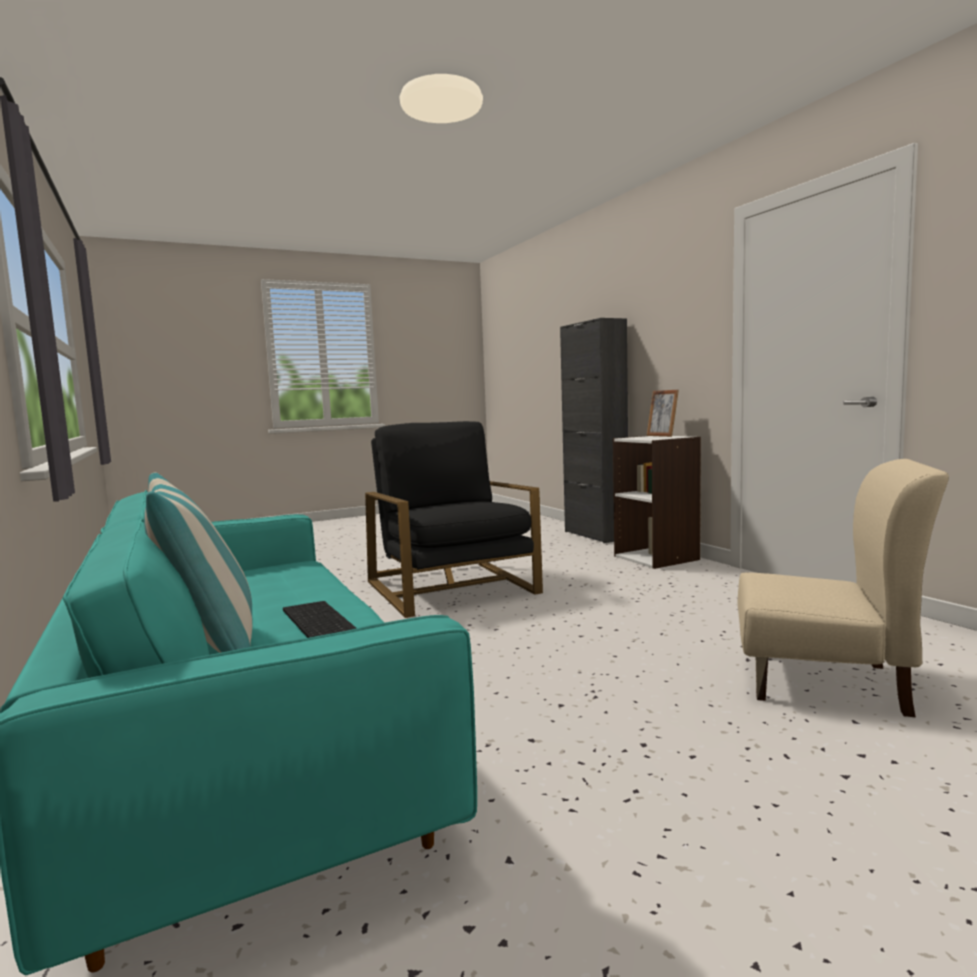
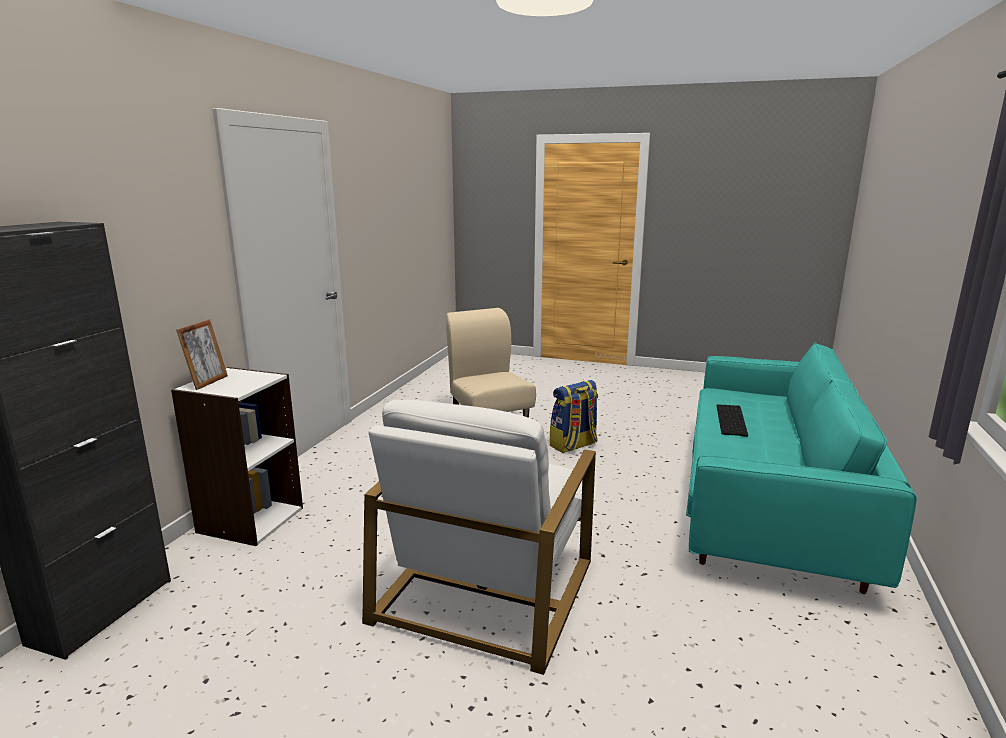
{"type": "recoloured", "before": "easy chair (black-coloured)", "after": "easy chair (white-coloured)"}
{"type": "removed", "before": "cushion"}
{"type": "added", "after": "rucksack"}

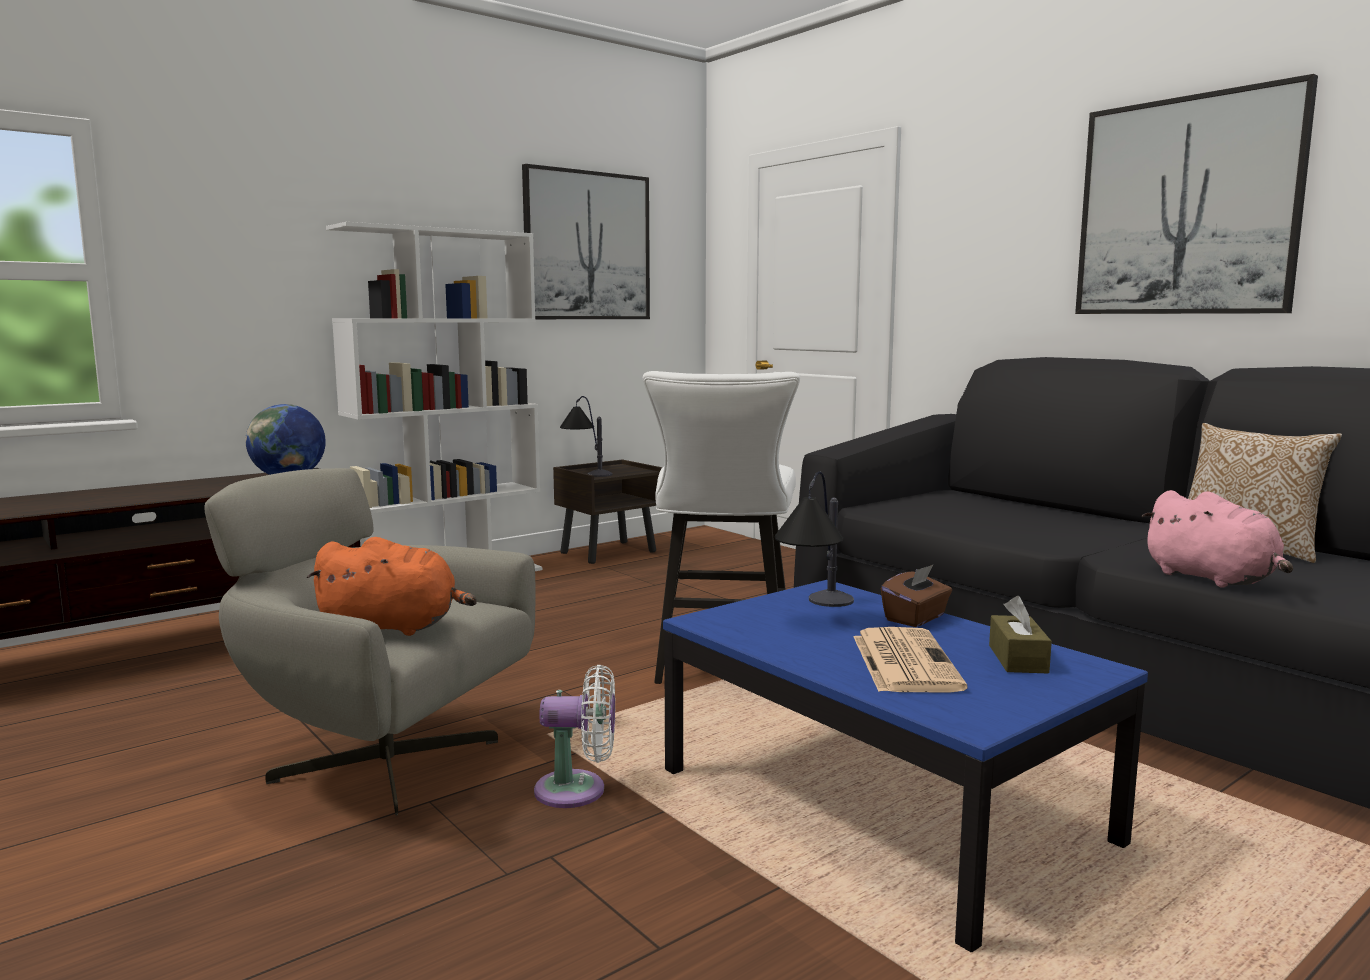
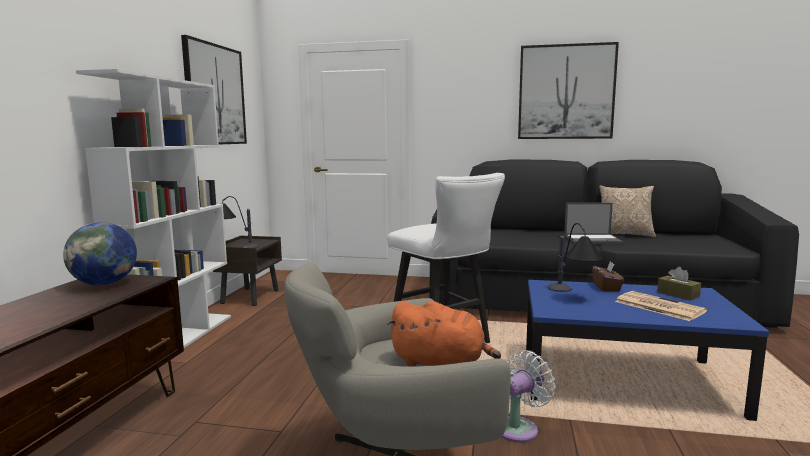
{"type": "removed", "before": "plush toy (pinkish)"}
{"type": "turned", "before": "plush toy (orange)", "turn": 60}
{"type": "added", "after": "notebook computer"}

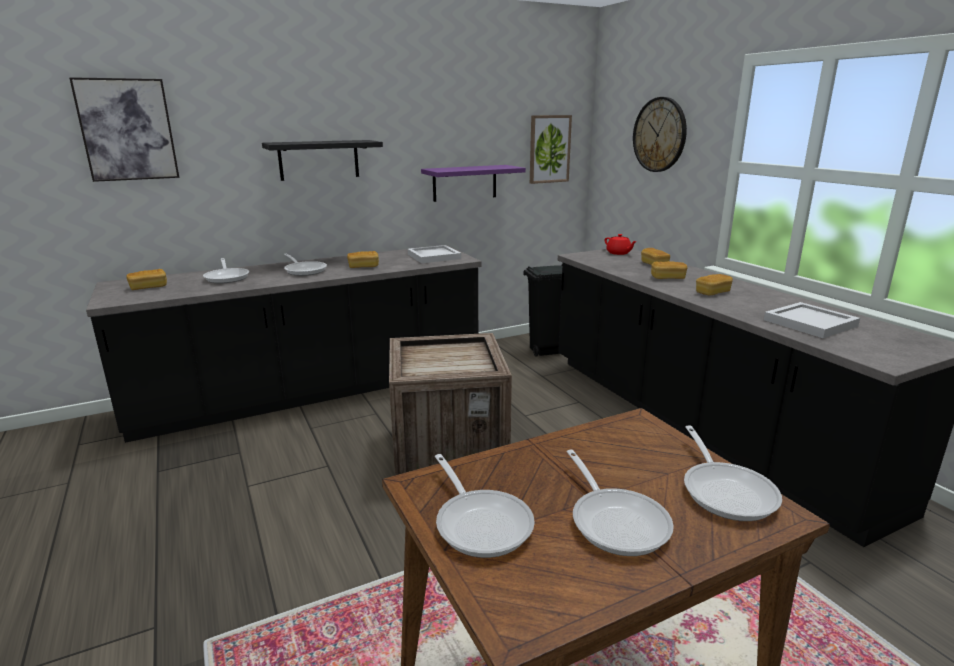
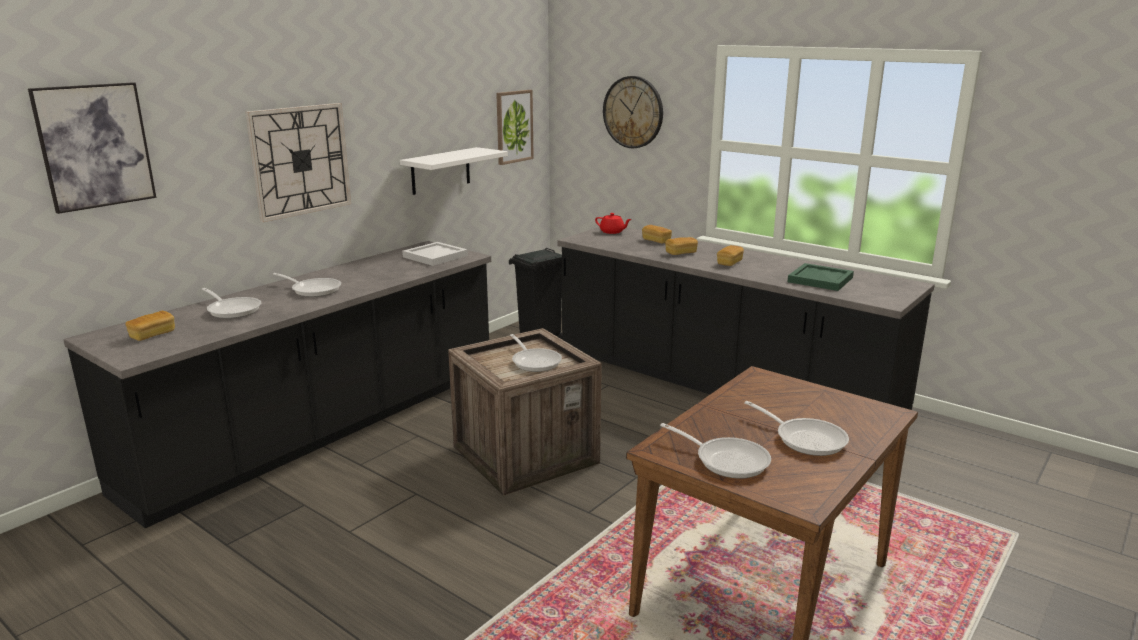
{"type": "replaced", "before": "shelf (black-coloured)", "after": "wall clock (1st from left)"}
{"type": "recoloured", "before": "shelf (purple)", "after": "shelf (white-coloured)"}
{"type": "removed", "before": "bread (2nd from left)"}
{"type": "recoloured", "before": "tray (white-coloured) (2nd from left)", "after": "tray (green-coloured)"}
{"type": "moved", "before": "skillet (5th from left in the first image)", "after": "skillet (3rd from left)"}

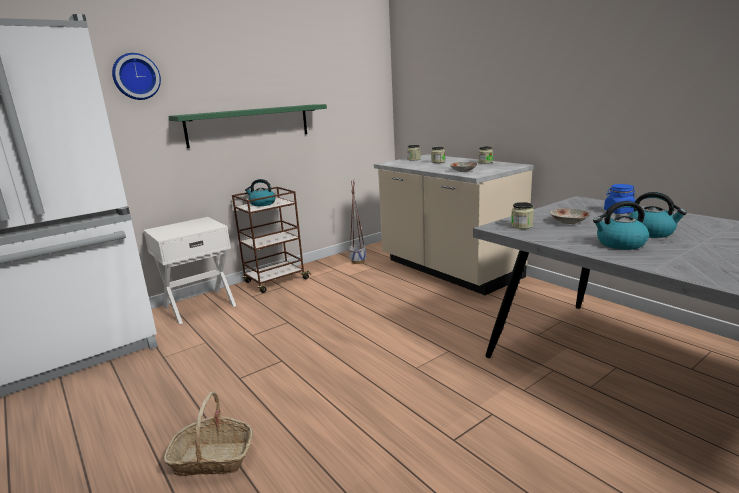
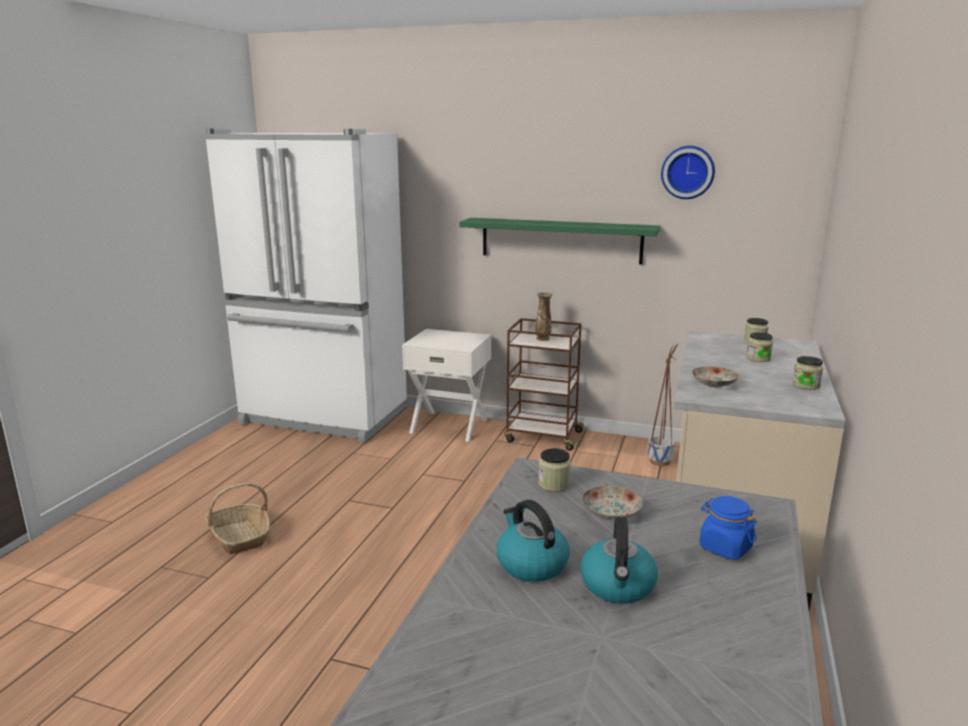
{"type": "moved", "before": "wall clock"}
{"type": "replaced", "before": "kettle (1st from left)", "after": "decorative vase"}

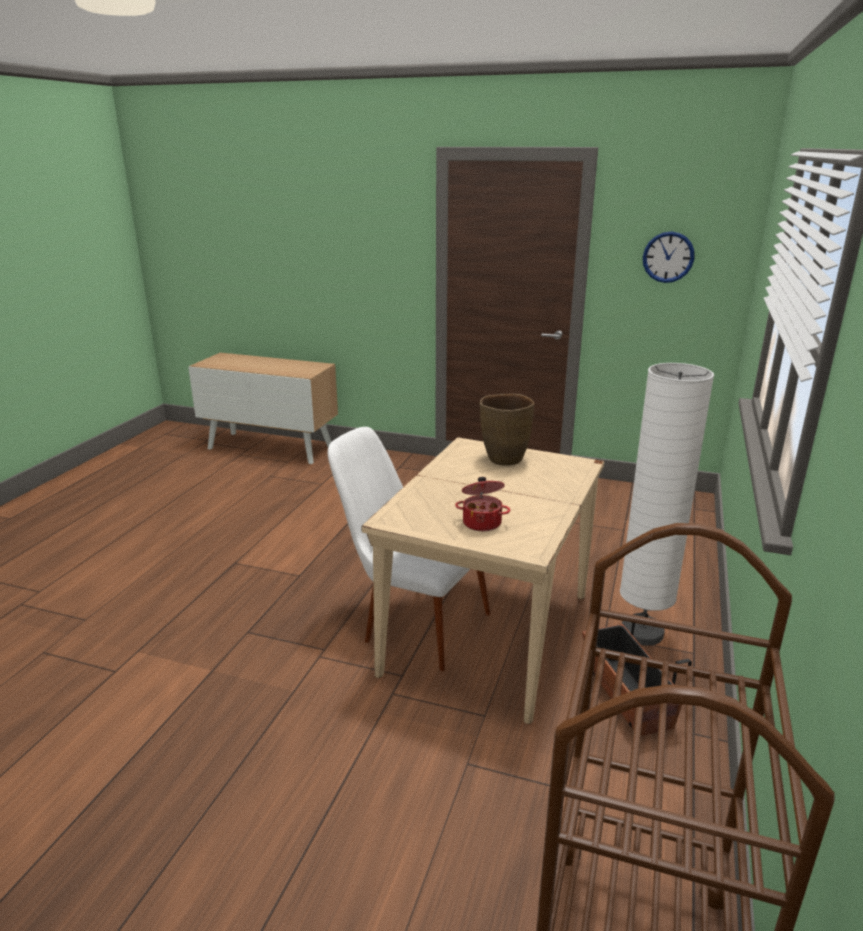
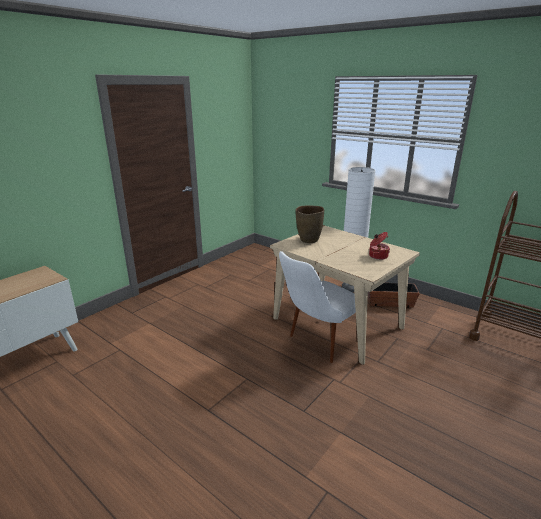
{"type": "removed", "before": "wall clock"}

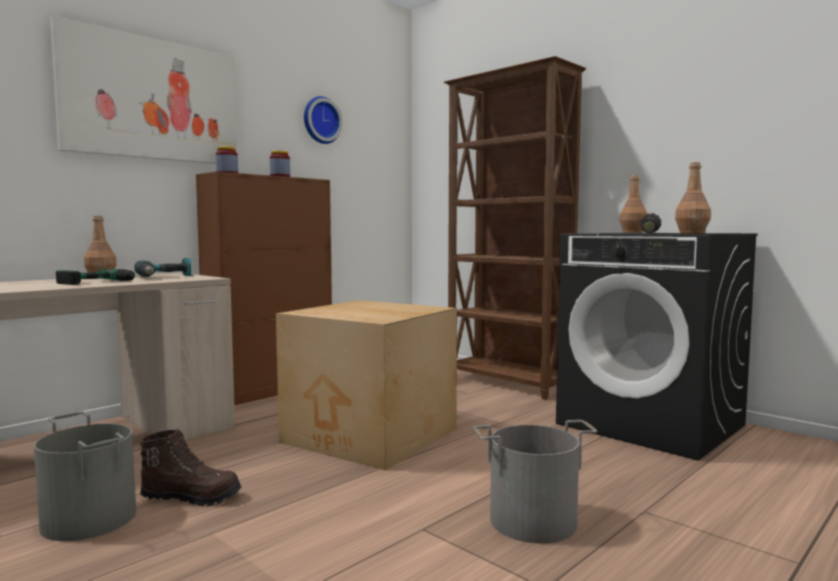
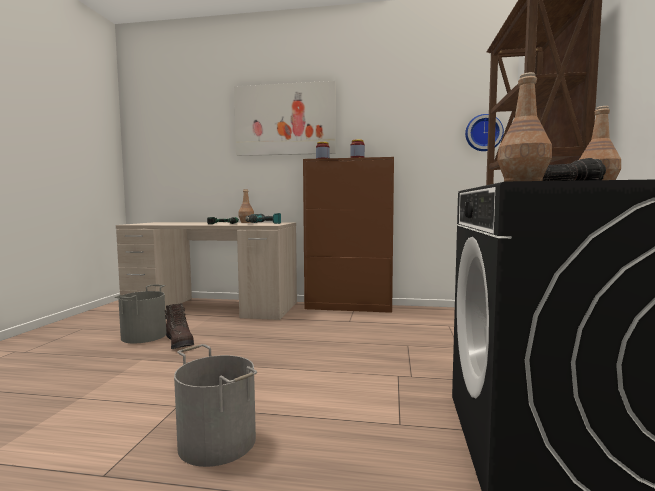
{"type": "moved", "before": "wall clock"}
{"type": "removed", "before": "carton"}

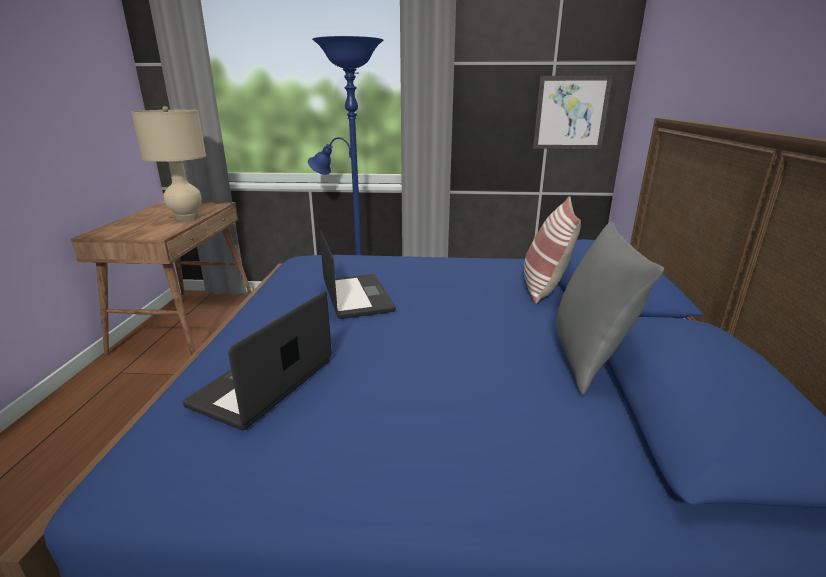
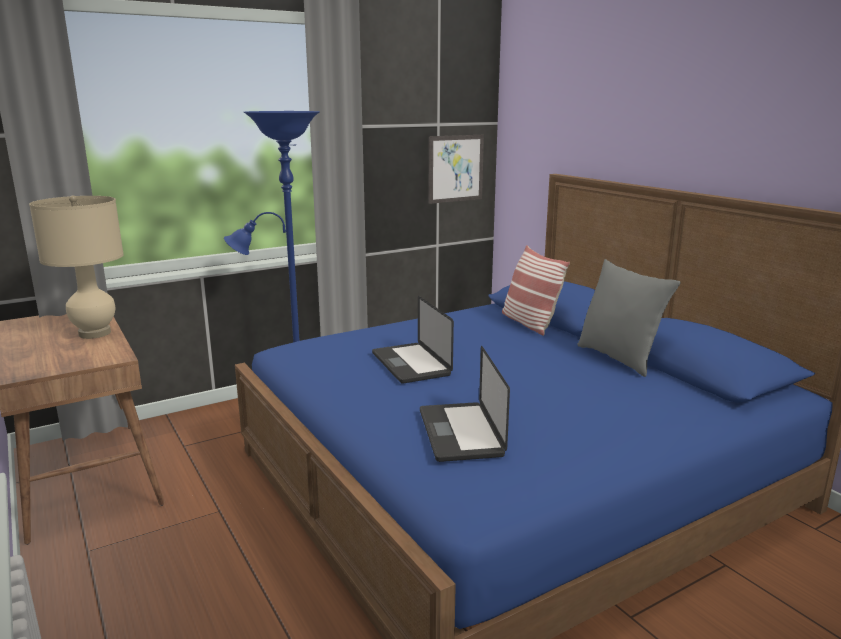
{"type": "turned", "before": "notebook computer (2nd from left in the first image)", "turn": -150}

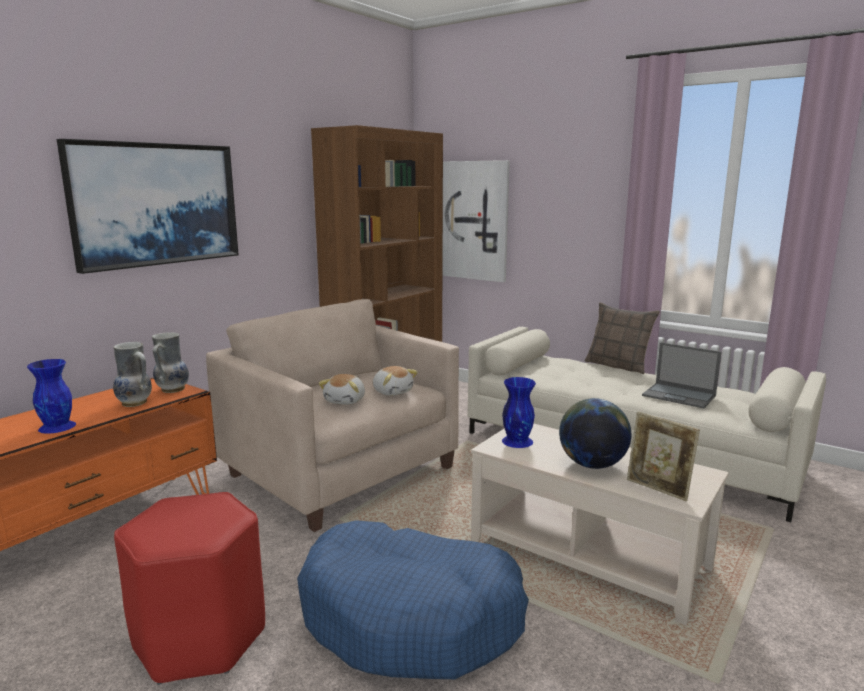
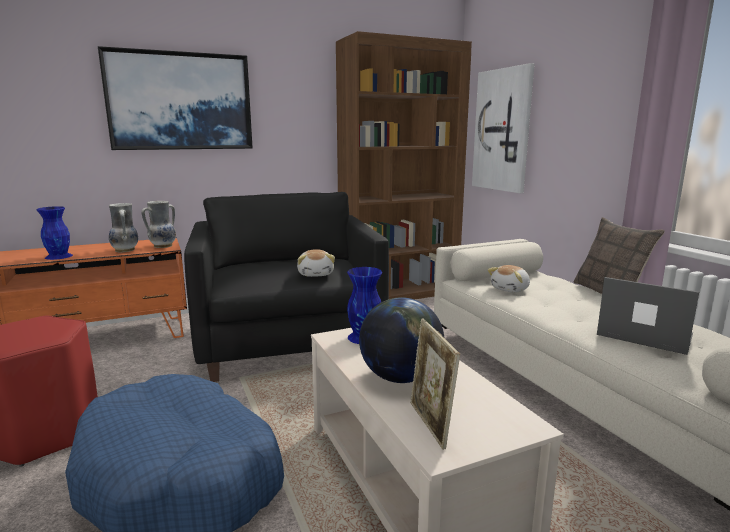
{"type": "recoloured", "before": "easy chair (sand-coloured)", "after": "easy chair (black-coloured)"}
{"type": "turned", "before": "notebook computer", "turn": 150}
{"type": "moved", "before": "plush toy (1st from left in the first image)", "after": "plush toy (2nd from left)"}

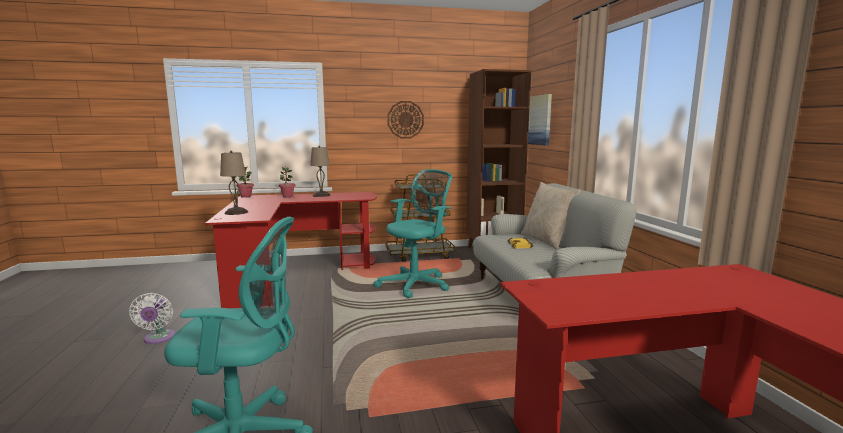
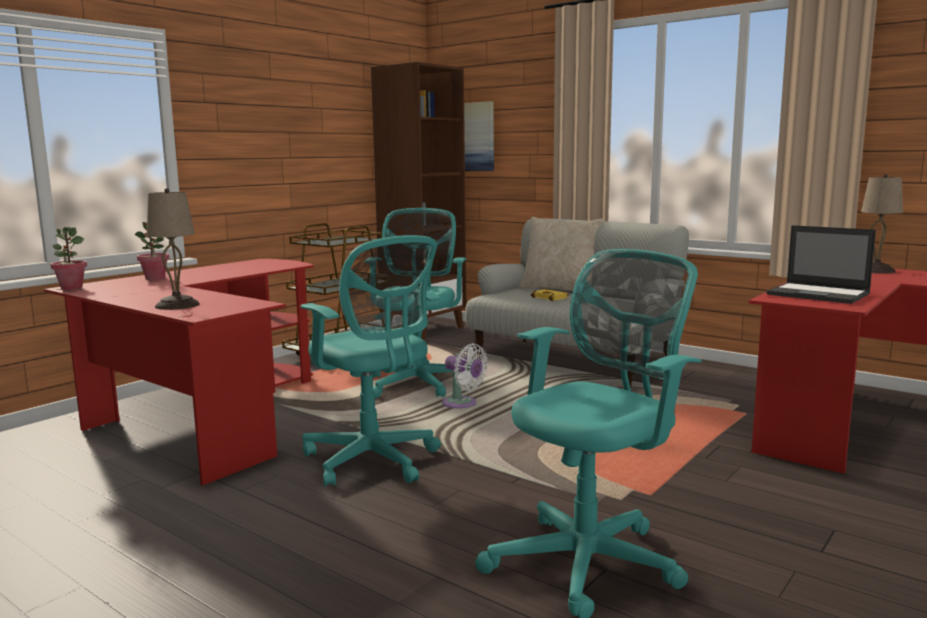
{"type": "removed", "before": "wall clock"}
{"type": "moved", "before": "tabletop lamp (sand-coloured) (2nd from left)"}
{"type": "moved", "before": "cooling fan (white-coloured)"}
{"type": "added", "after": "notebook computer"}
{"type": "added", "after": "office chair (turquoise) (1st from left)"}

